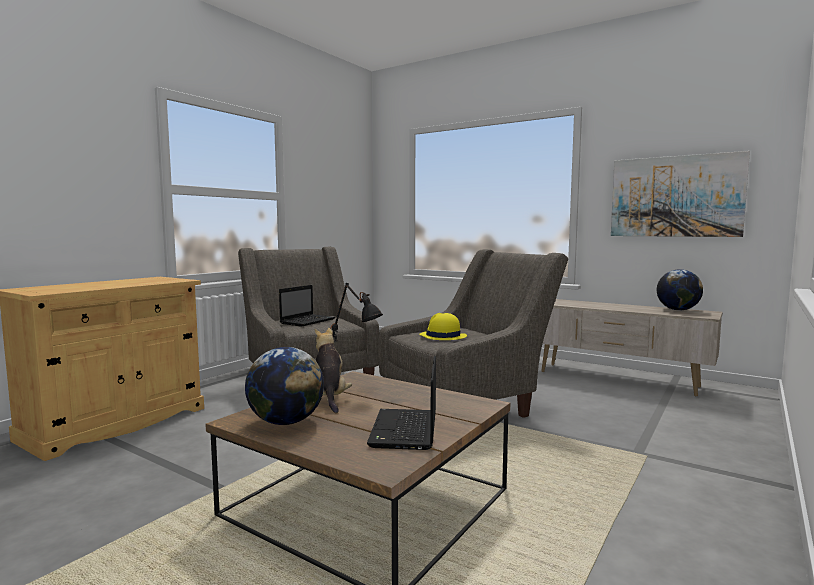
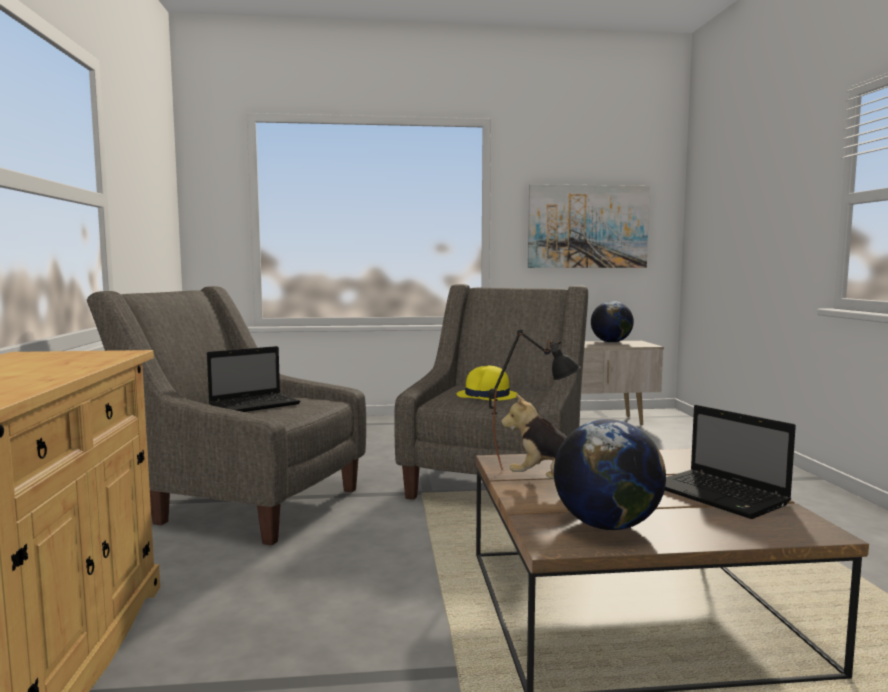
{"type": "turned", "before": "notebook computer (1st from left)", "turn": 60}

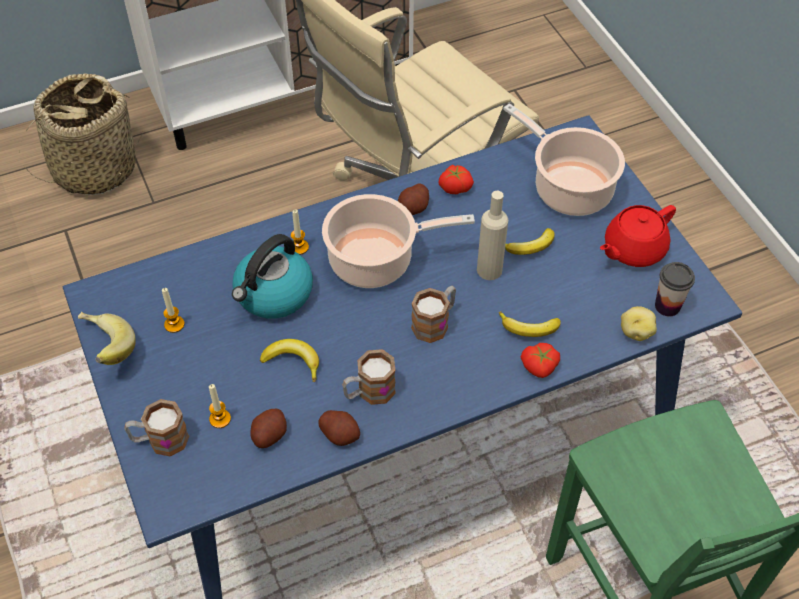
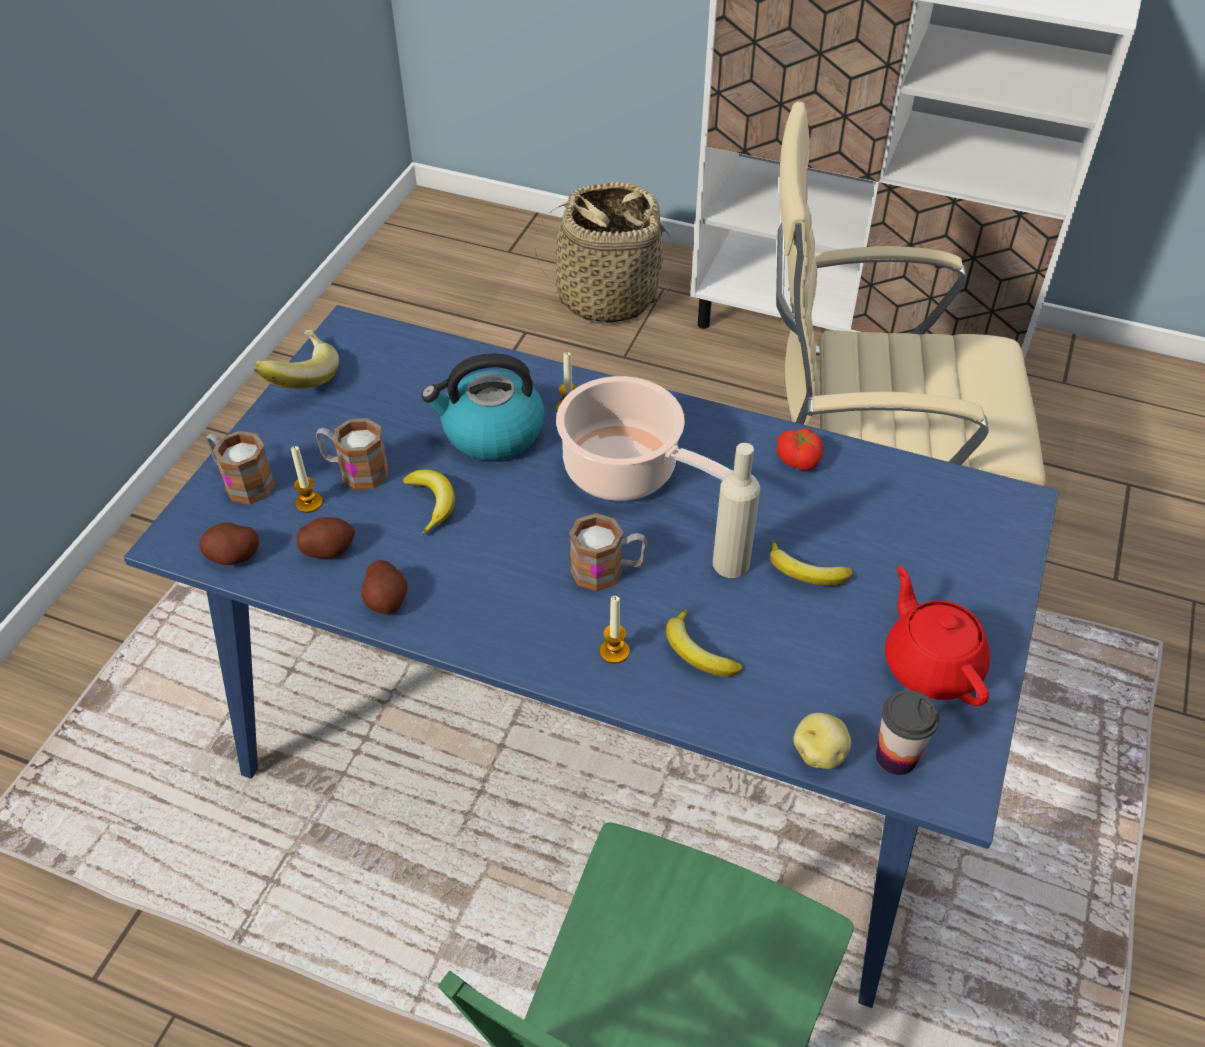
{"type": "removed", "before": "saucepot (2nd from left)"}
{"type": "moved", "before": "potato (3rd from left in the first image)", "after": "potato (1st from left)"}
{"type": "turned", "before": "pot for tea (reddish)", "turn": 60}
{"type": "moved", "before": "wax light (1st from left in the first image)", "after": "wax light (3rd from left)"}
{"type": "removed", "before": "whole tomato (2nd from left)"}
{"type": "moved", "before": "coffee mug (2nd from left)"}

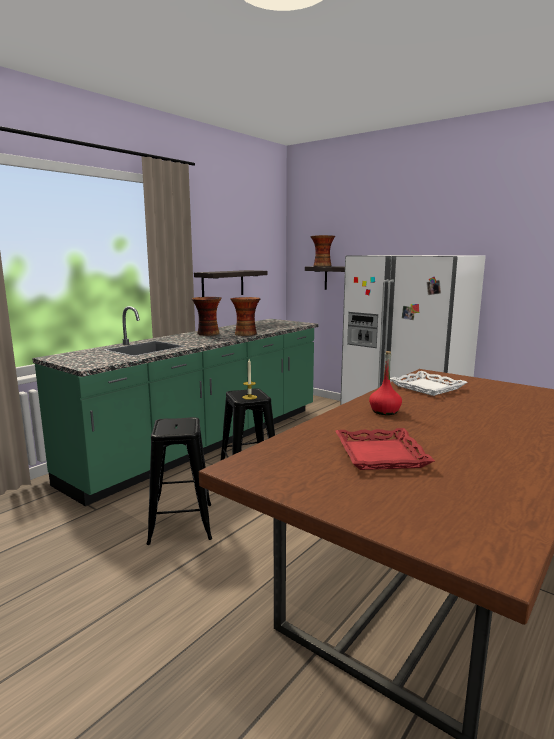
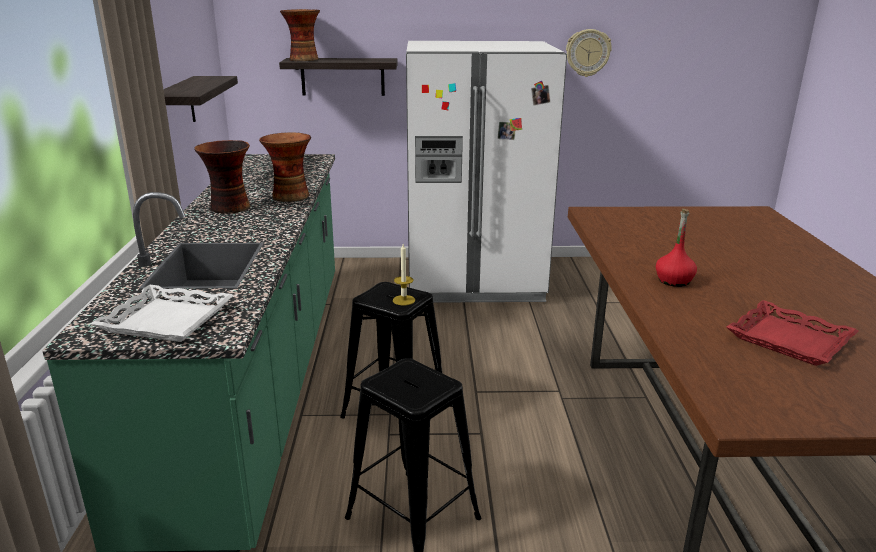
{"type": "moved", "before": "tray (white-coloured)"}
{"type": "added", "after": "wall clock"}

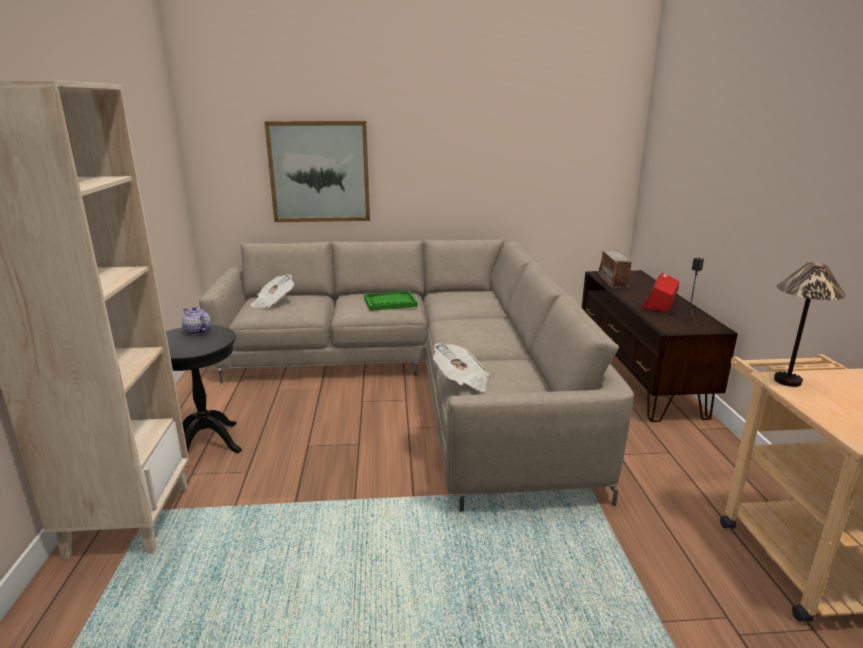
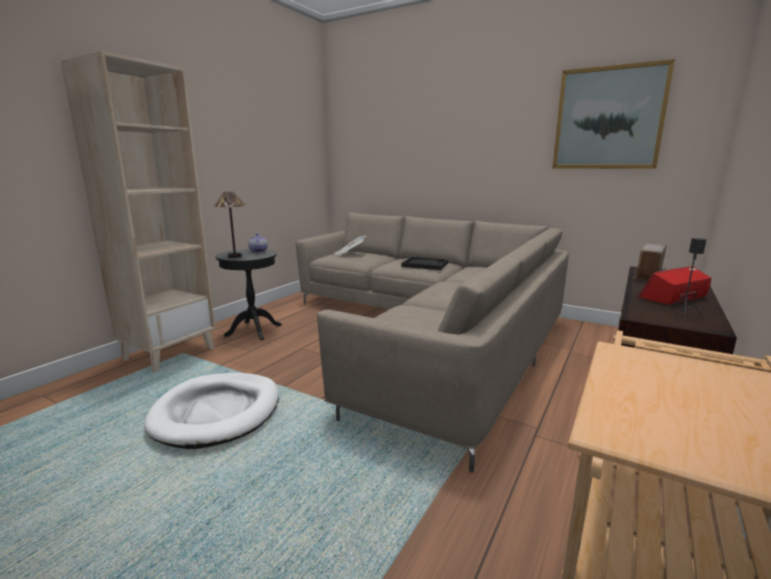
{"type": "moved", "before": "wall picture"}
{"type": "moved", "before": "tabletop lamp"}
{"type": "recoloured", "before": "tray (green-coloured)", "after": "tray (black-coloured)"}
{"type": "removed", "before": "printed paper (2nd from left)"}
{"type": "added", "after": "dog cushion (white-coloured)"}

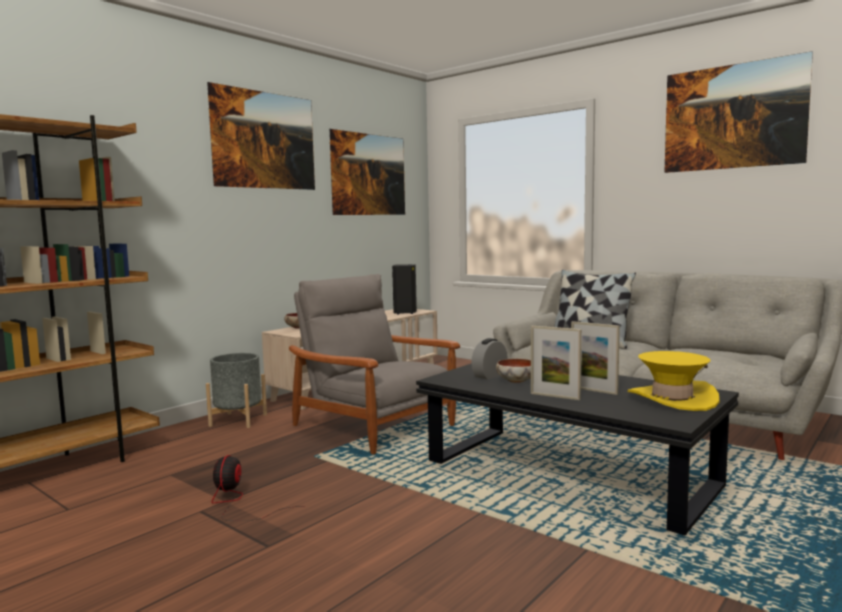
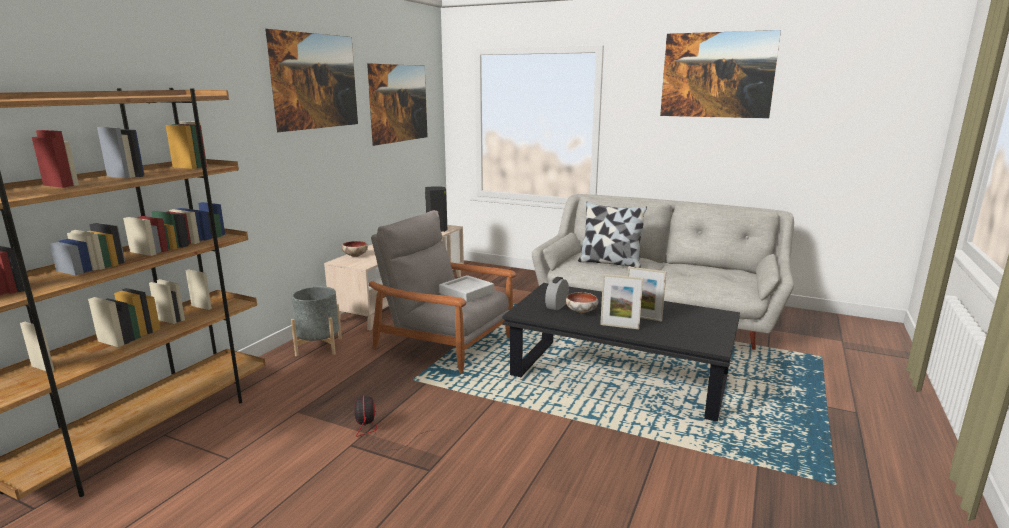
{"type": "removed", "before": "wearable hat (yellow)"}
{"type": "added", "after": "tray (greyish)"}

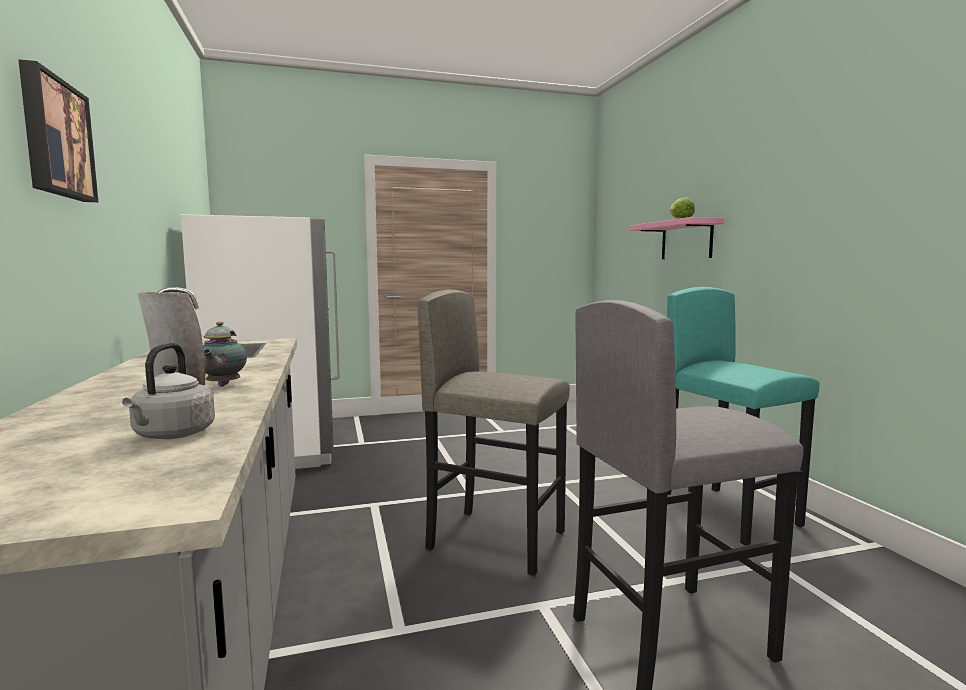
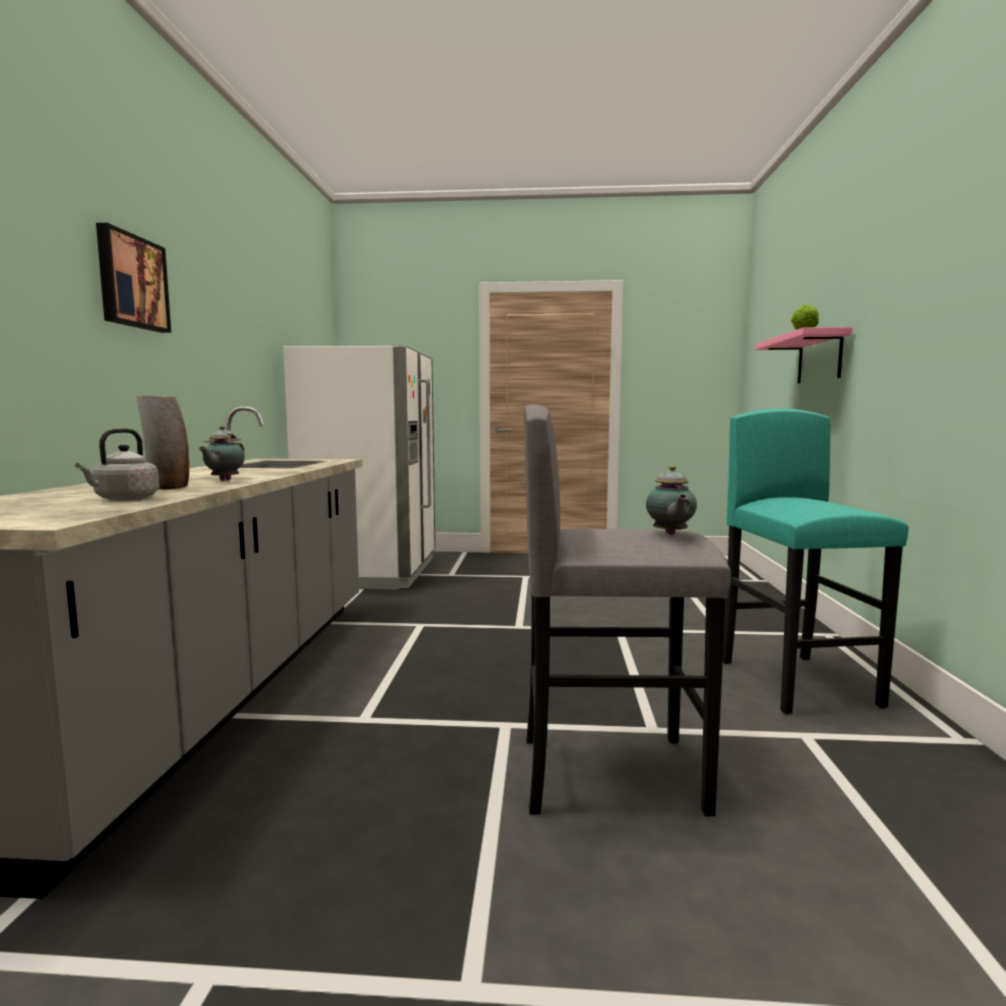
{"type": "removed", "before": "stool seat (greyish) (1st from left)"}
{"type": "added", "after": "pot for tea (2nd from left)"}

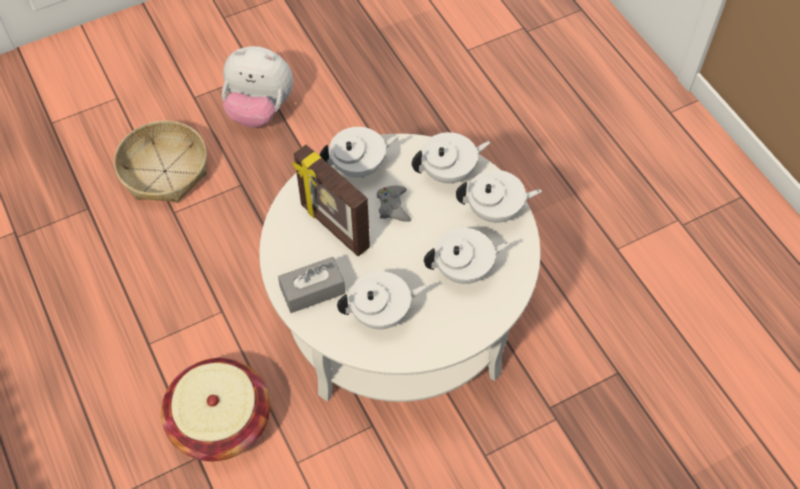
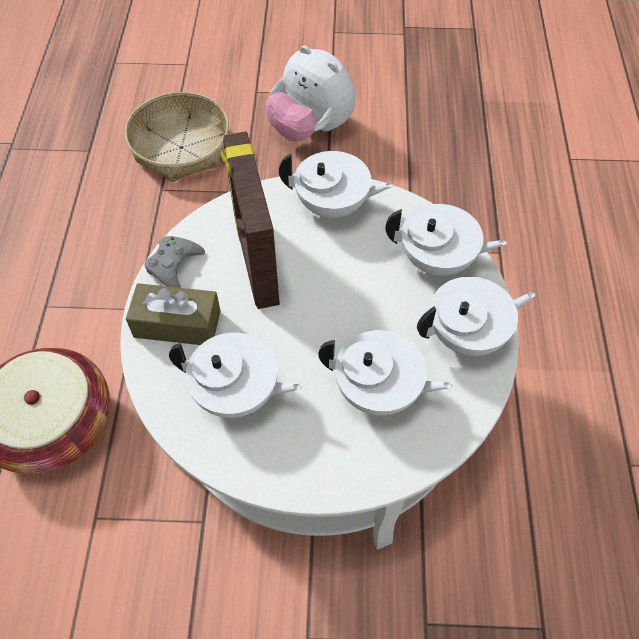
{"type": "turned", "before": "pot for tea (white-coloured) (5th from left)", "turn": -45}
{"type": "moved", "before": "joypad (greyish)"}
{"type": "recoloured", "before": "tissue box (greyish)", "after": "tissue box (brown)"}

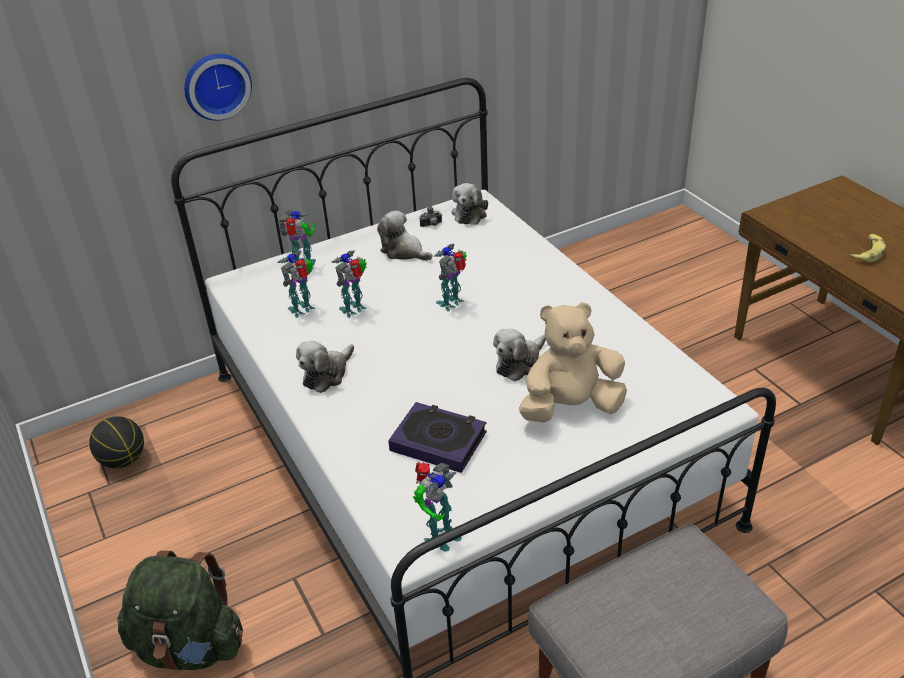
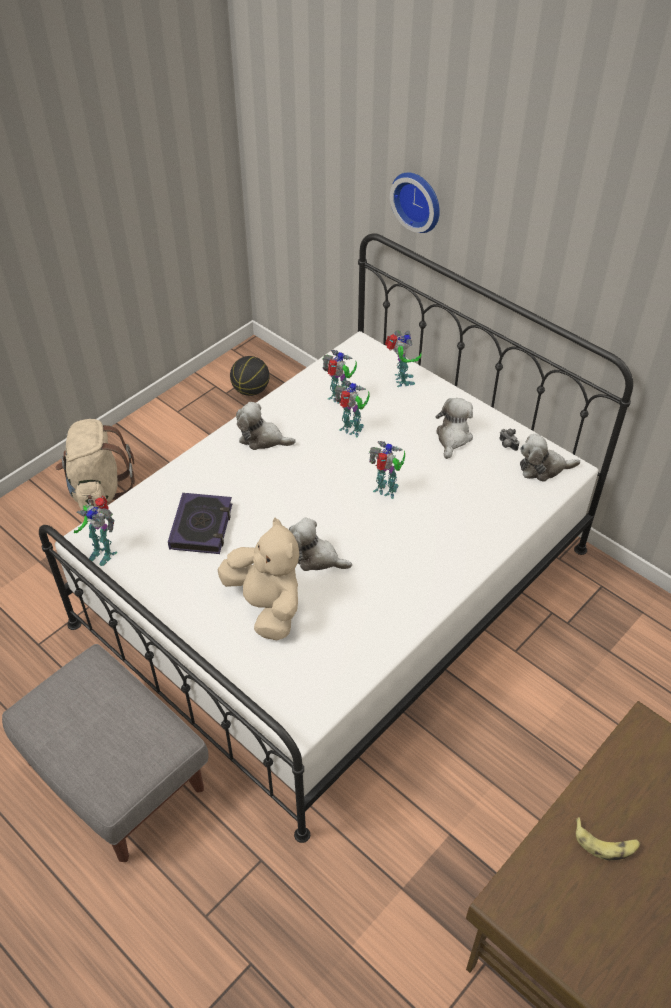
{"type": "recoloured", "before": "rucksack (green-coloured)", "after": "rucksack (sand-coloured)"}

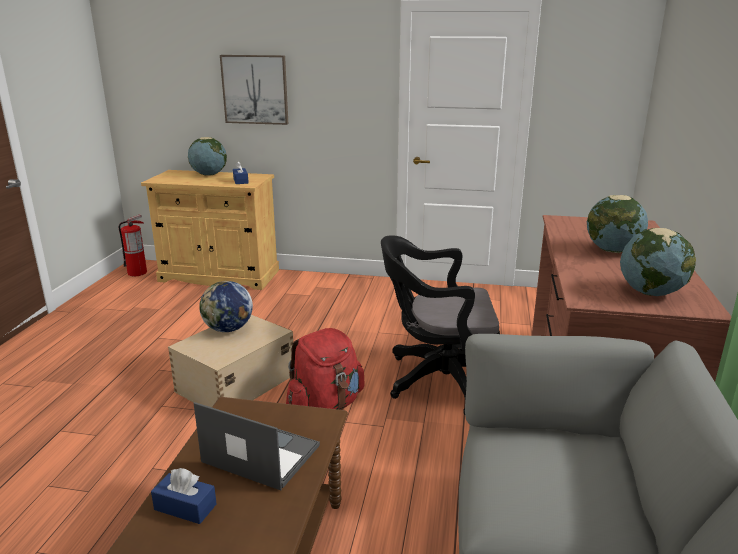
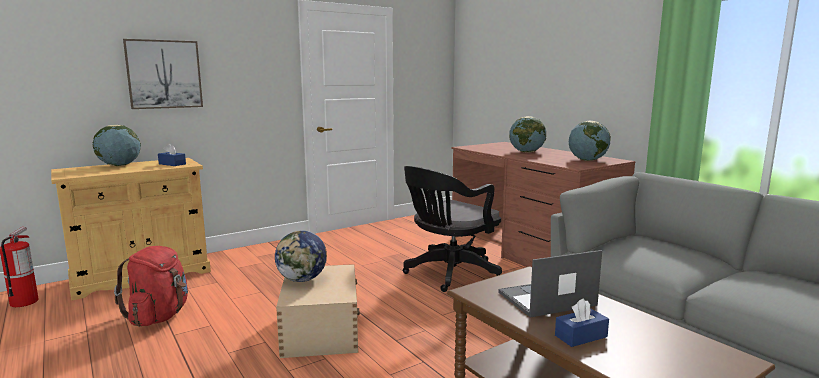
{"type": "moved", "before": "rucksack (reddish)"}

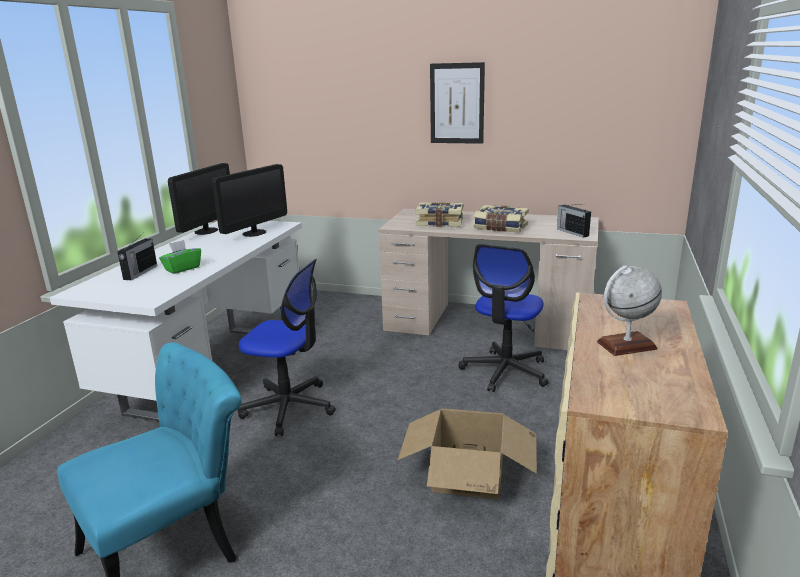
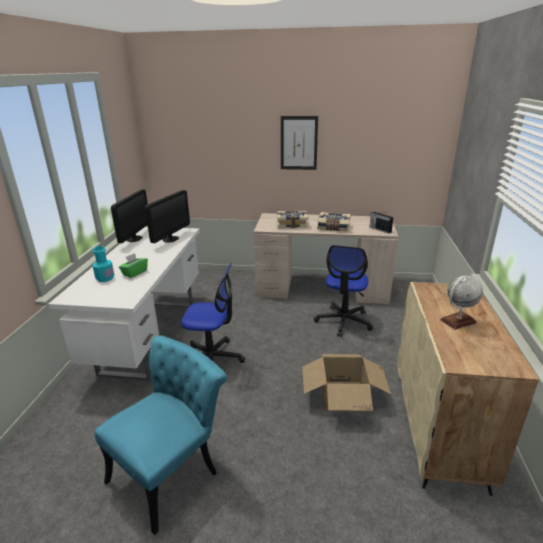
{"type": "replaced", "before": "radio set (1st from left)", "after": "beverage bottle (turquoise)"}

